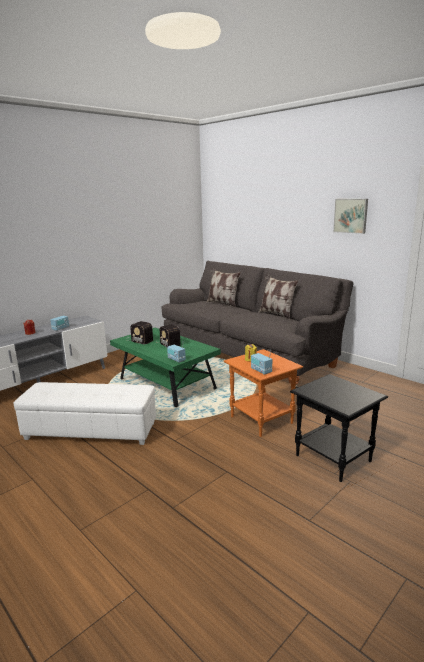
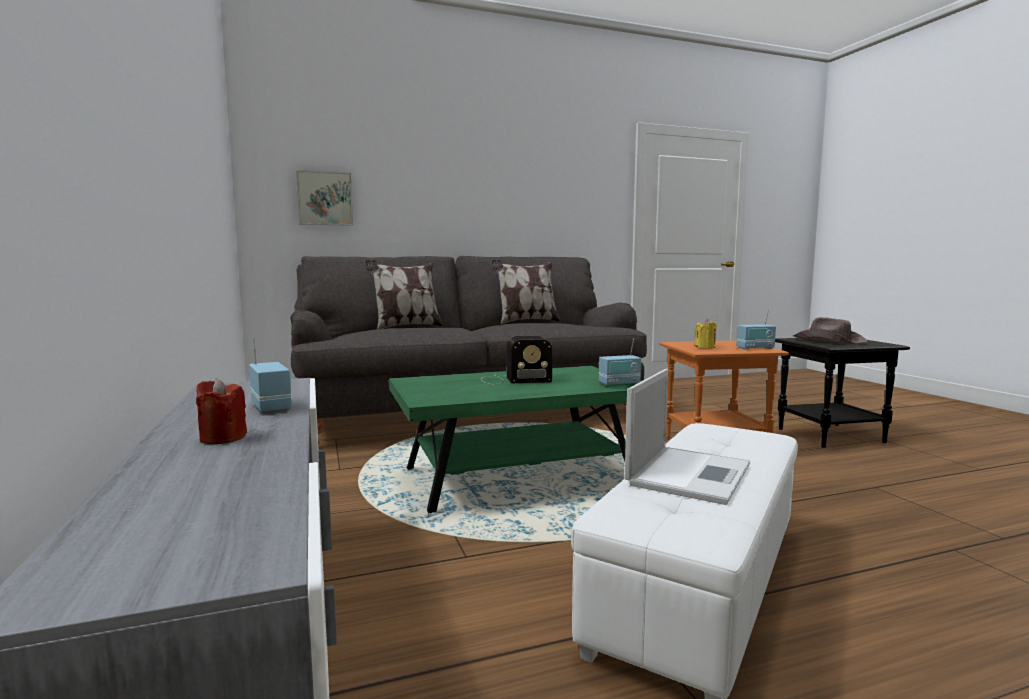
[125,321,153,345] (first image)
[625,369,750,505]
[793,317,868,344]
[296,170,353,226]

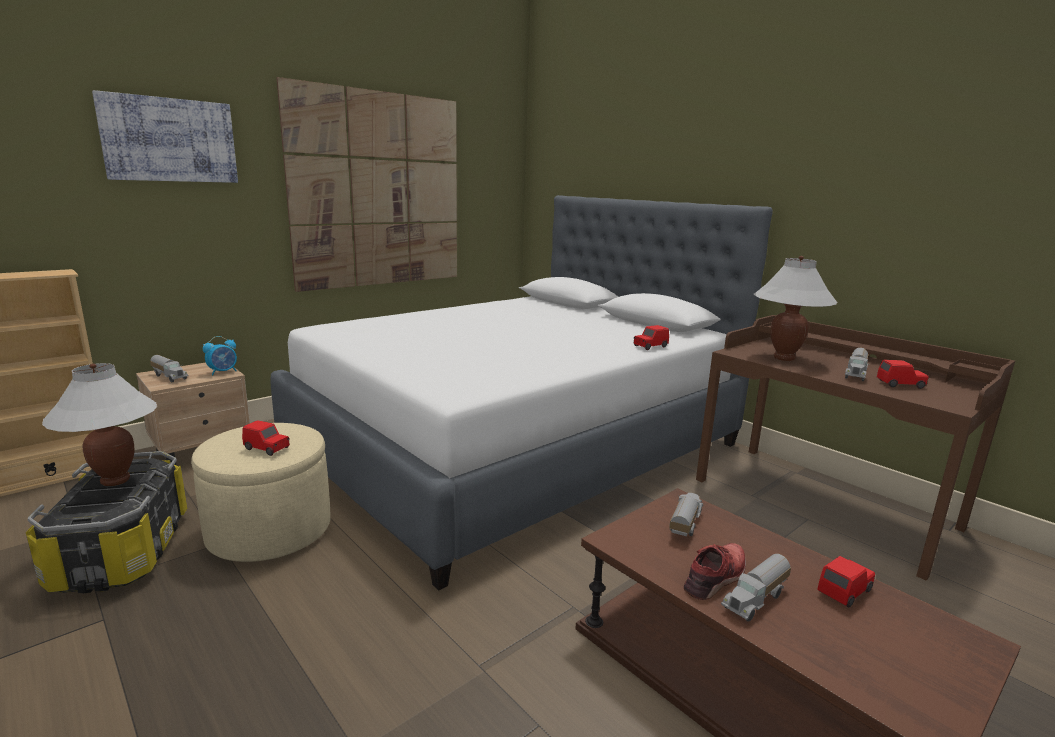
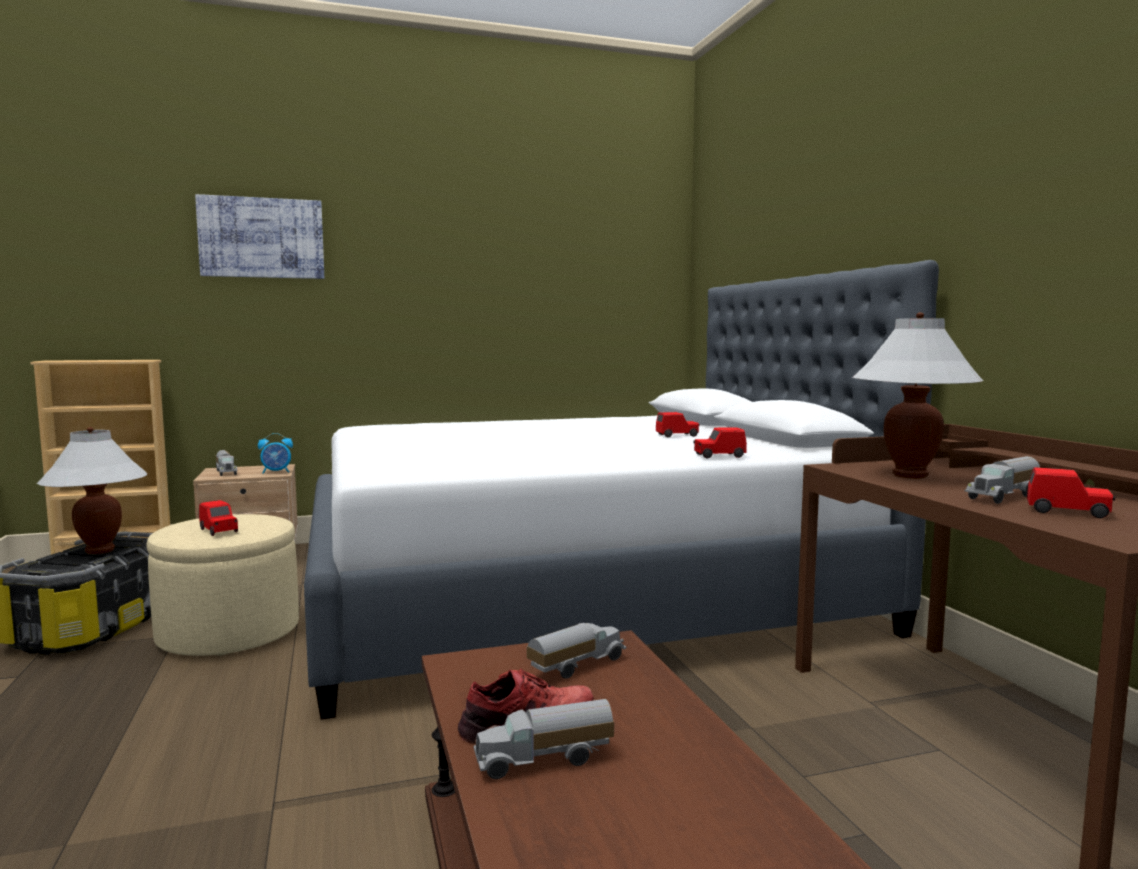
[276,77,457,292] (first image)
[656,412,700,437]

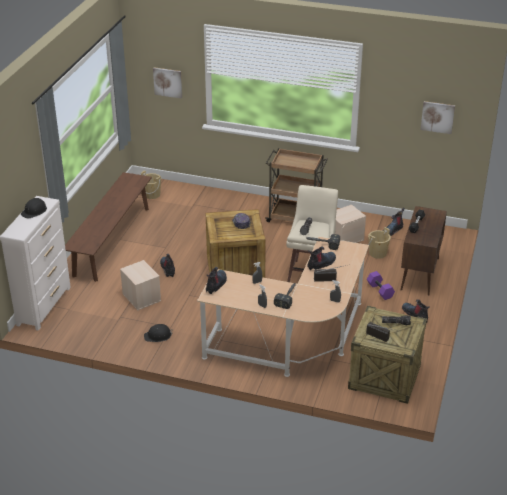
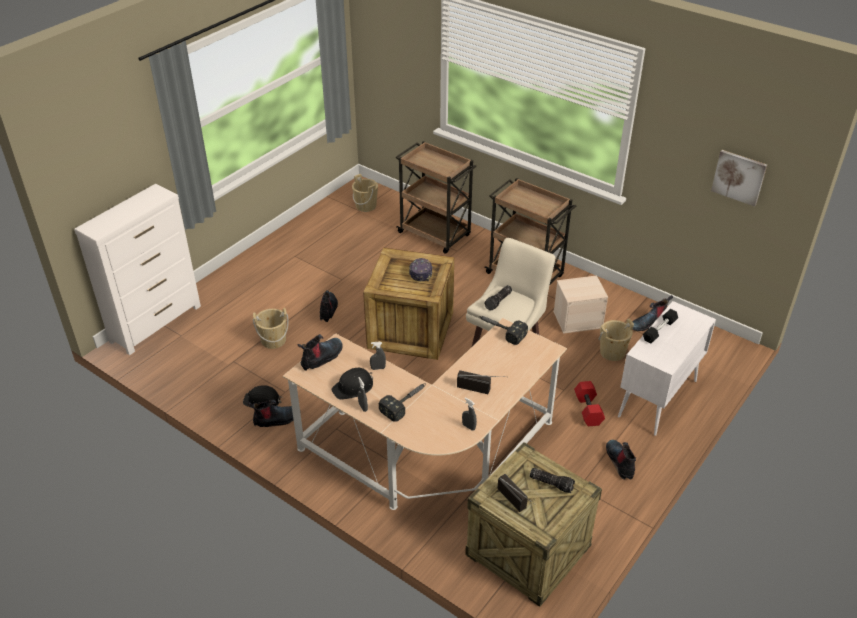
[65,172,152,282] (first image)
[153,67,182,99] (first image)
[396,141,477,254]
[331,368,373,400]
[248,400,301,427]
[253,308,289,349]
[574,381,605,426]
[618,301,716,436]

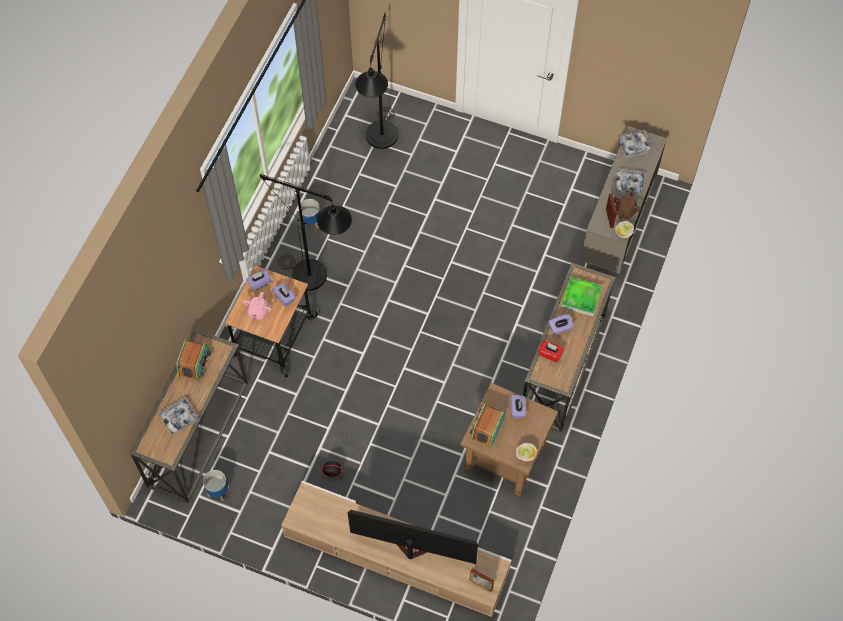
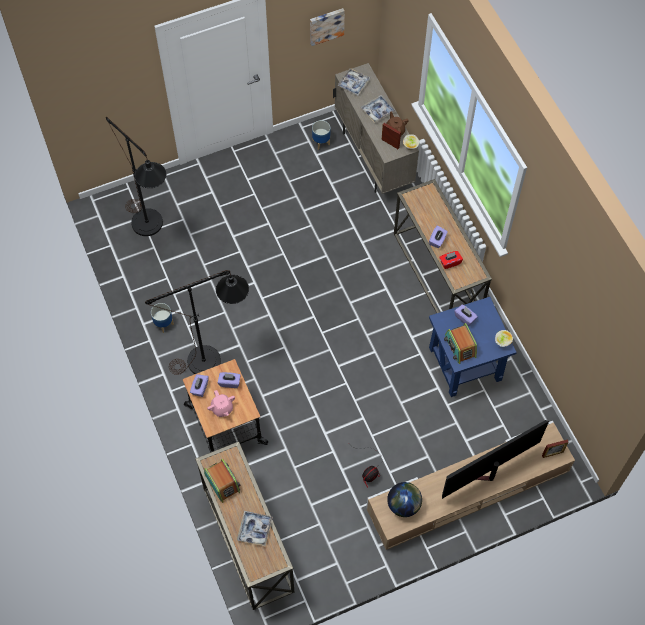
[561,277,602,316] (first image)
[310,8,345,46]
[387,482,422,517]
[312,120,330,150]
[429,297,517,397]

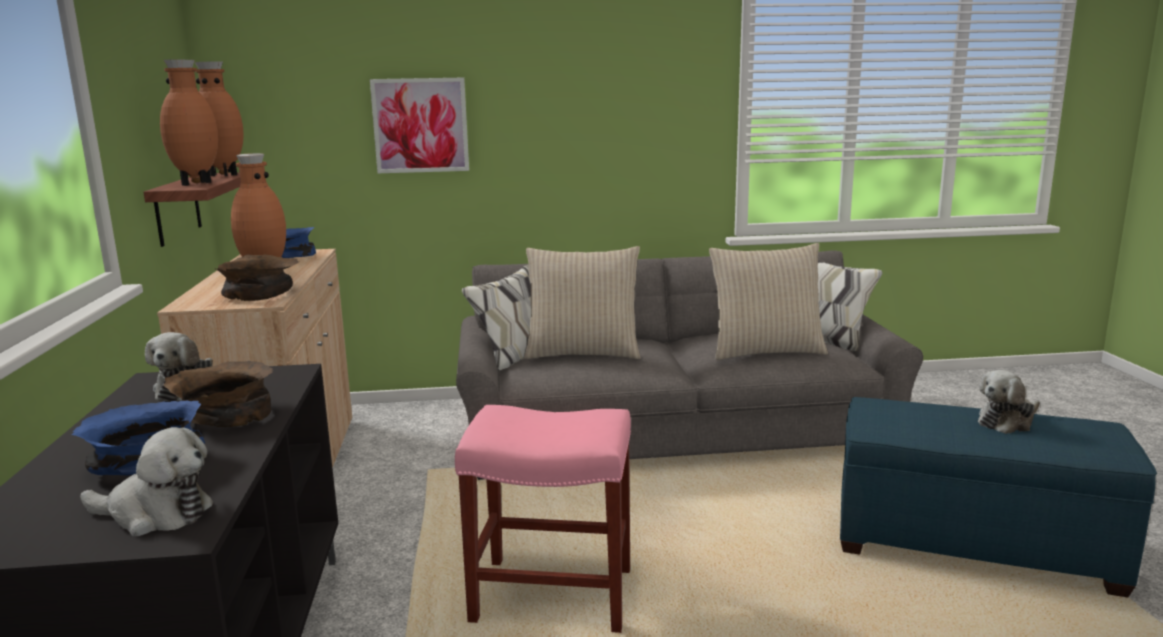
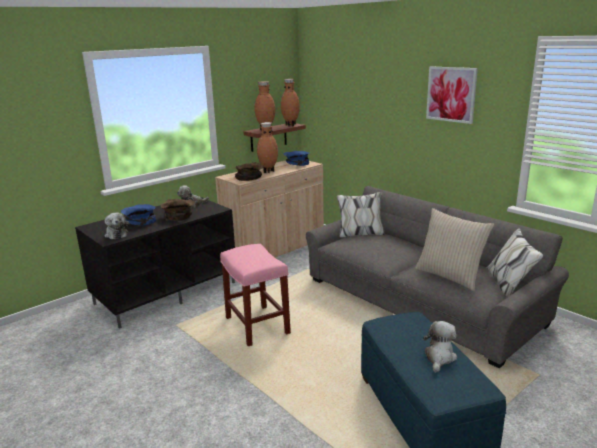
[524,246,640,359] (first image)
[426,66,478,124]
[423,321,457,373]

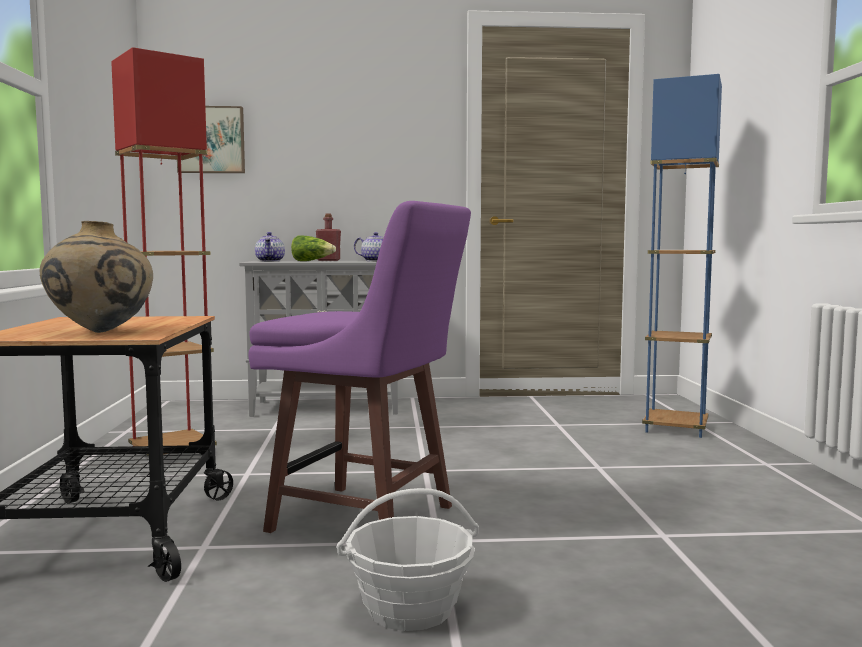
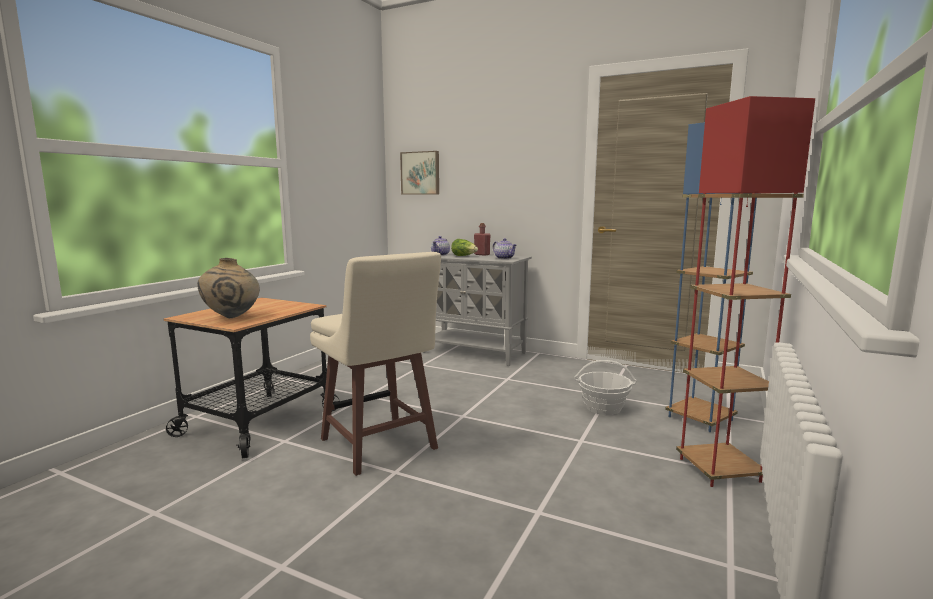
[676,96,815,487]
[574,360,637,415]
[310,252,441,476]

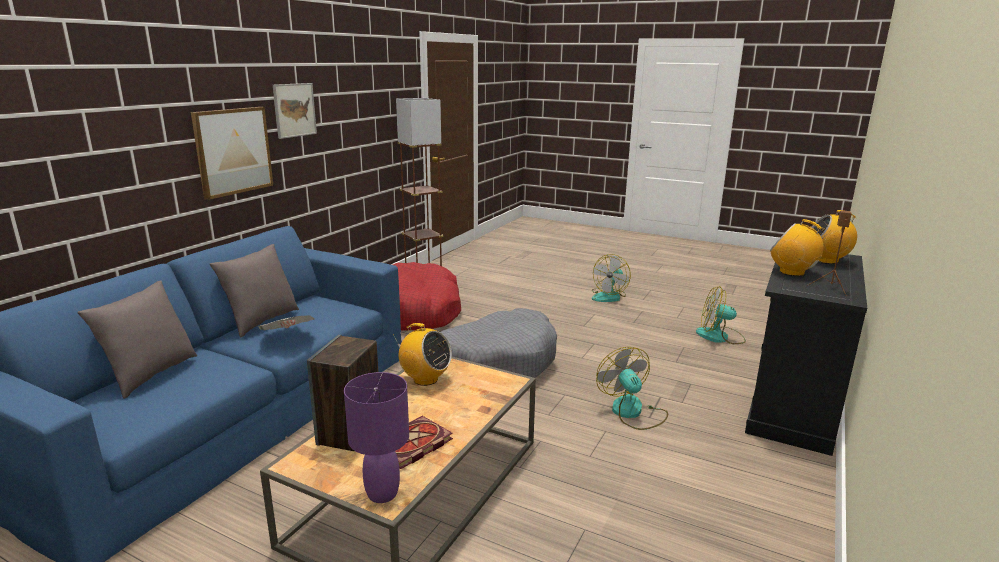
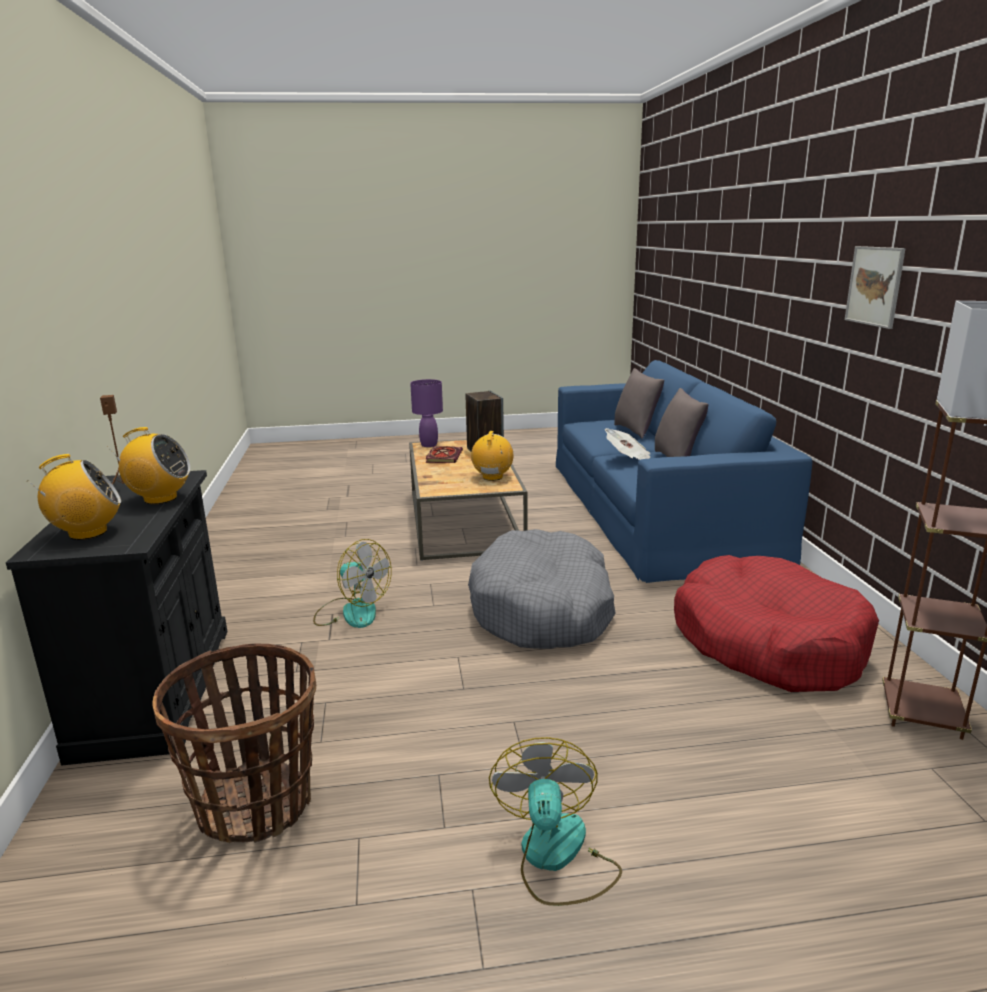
[191,107,273,200] (first image)
[152,643,316,843]
[471,431,513,481]

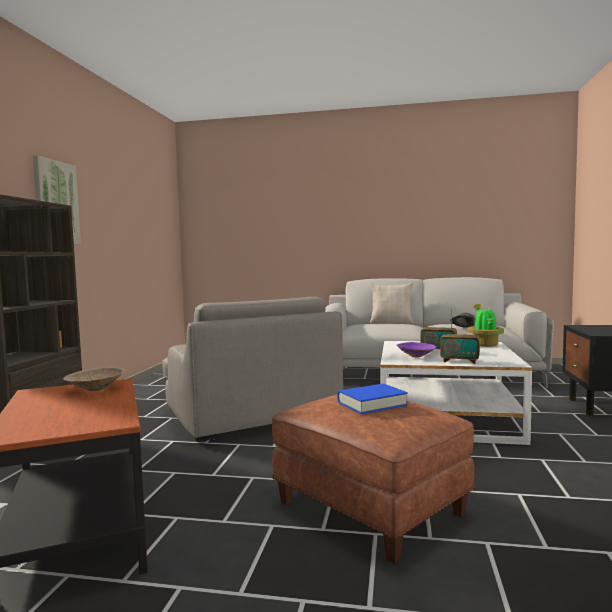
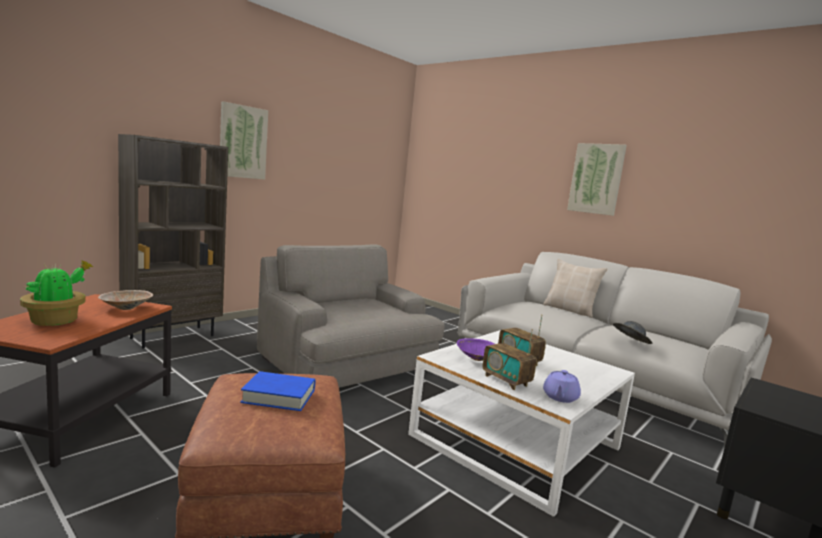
[543,370,581,403]
[567,143,627,216]
[20,260,93,326]
[257,244,445,388]

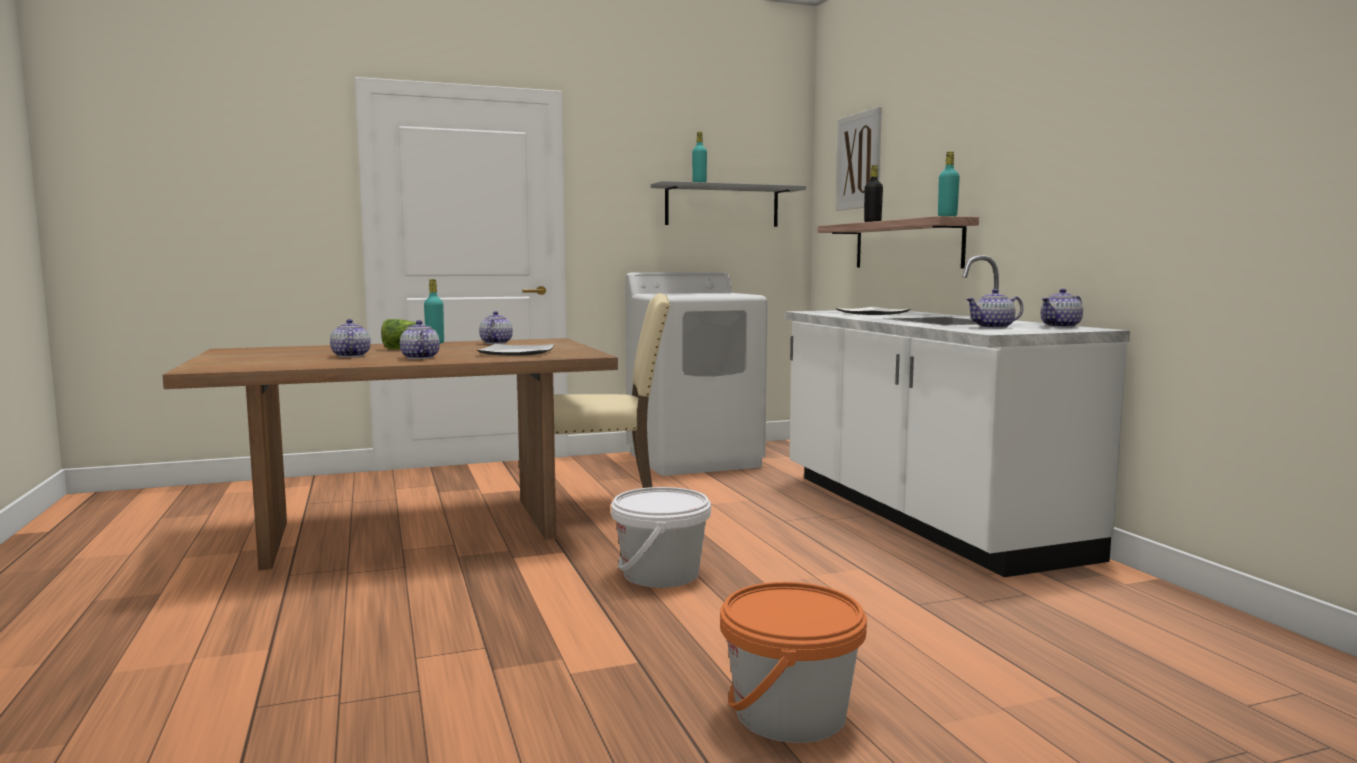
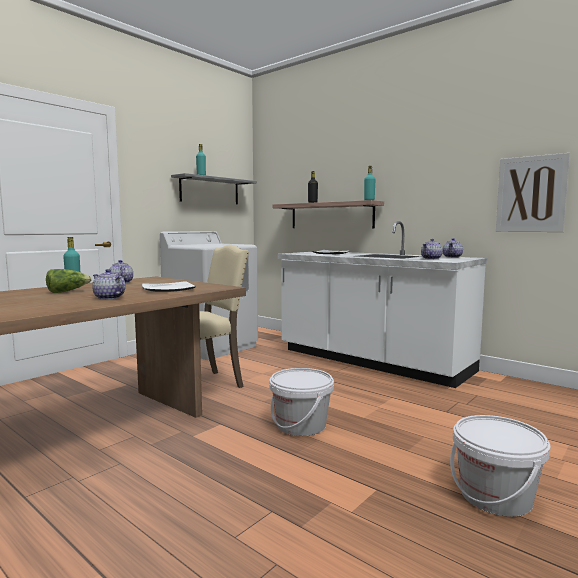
[330,319,371,357] (first image)
[496,153,570,232]
[450,415,551,517]

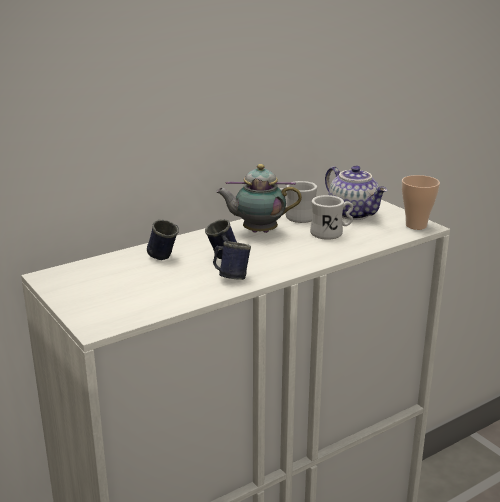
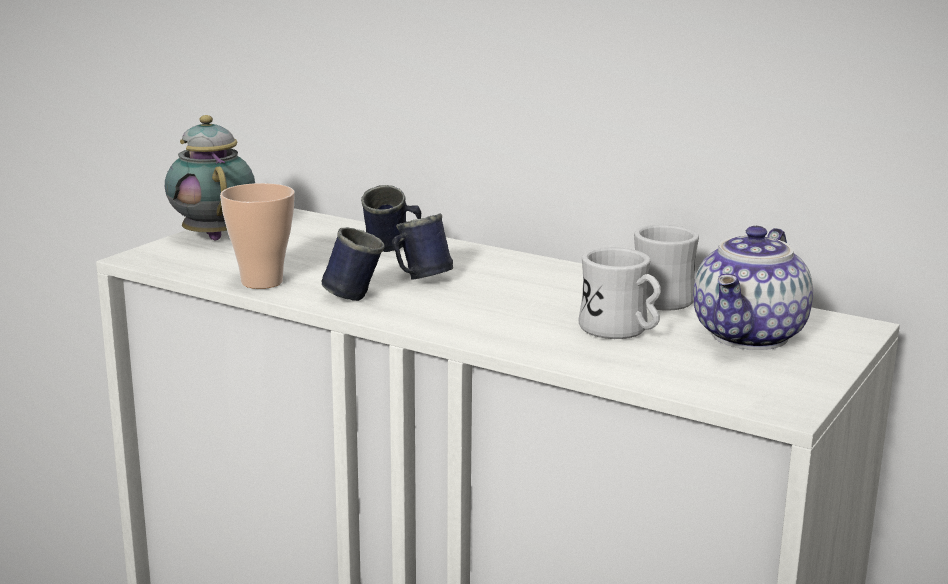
[165,115,255,240]
[220,183,295,289]

